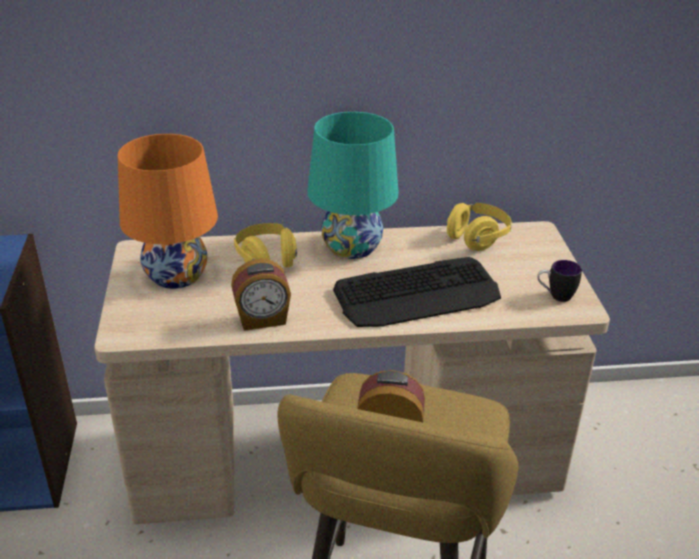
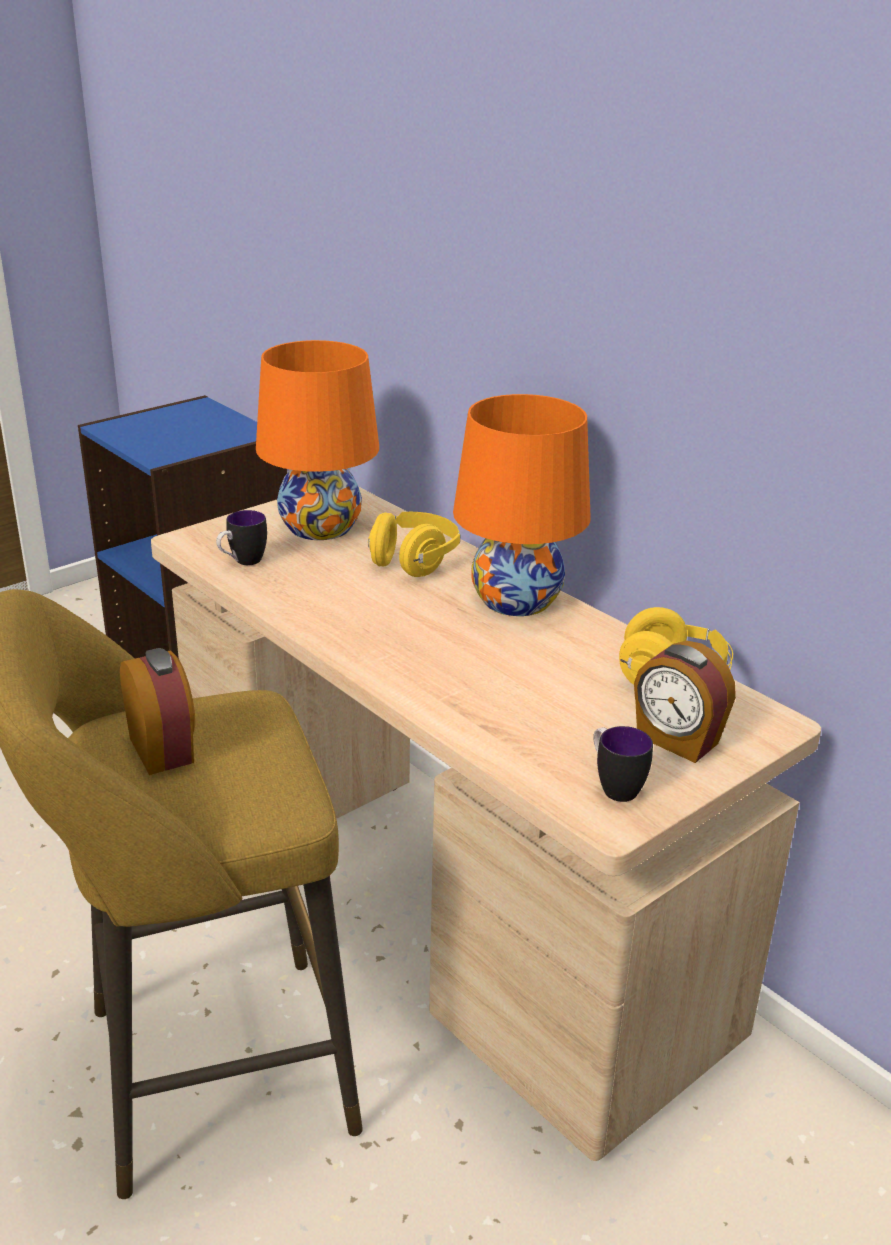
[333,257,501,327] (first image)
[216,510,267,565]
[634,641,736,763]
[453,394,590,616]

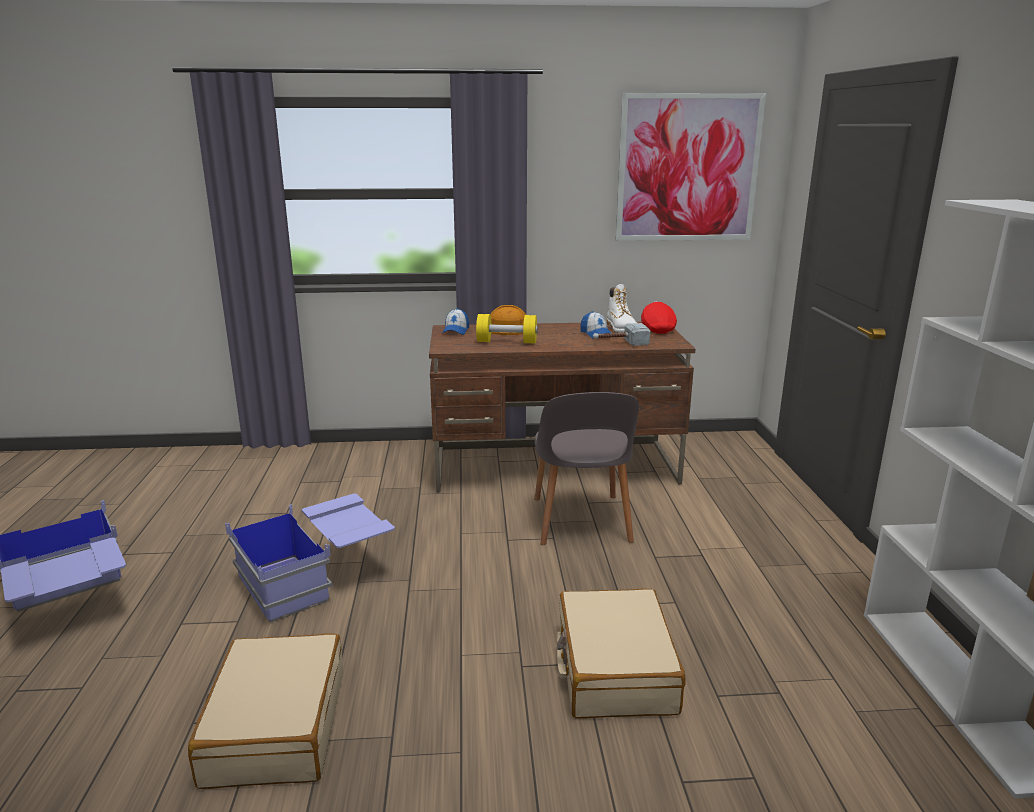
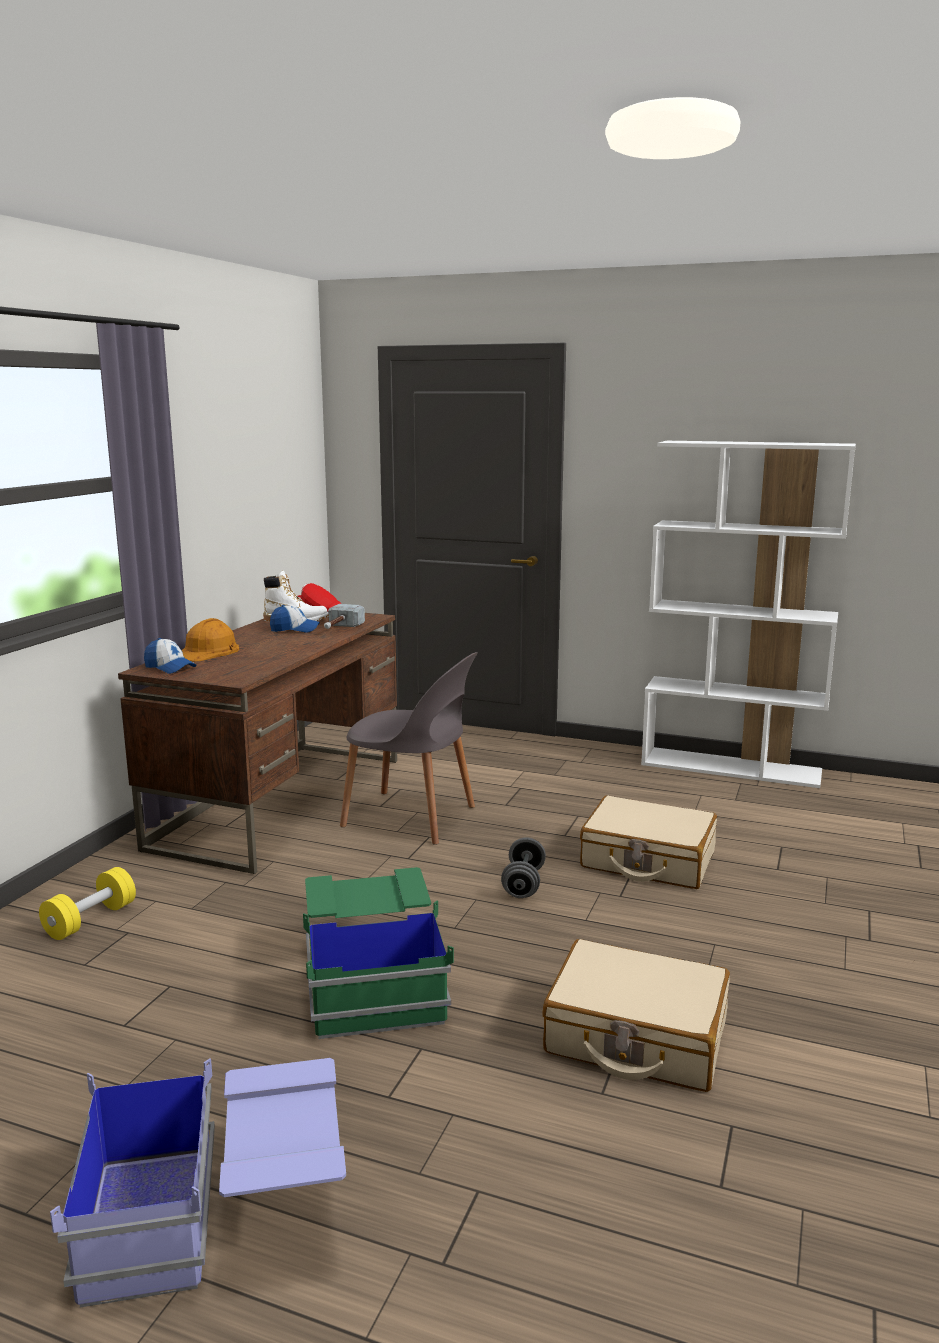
[616,93,766,241] (first image)
[501,838,546,898]
[39,867,136,940]
[303,867,454,1039]

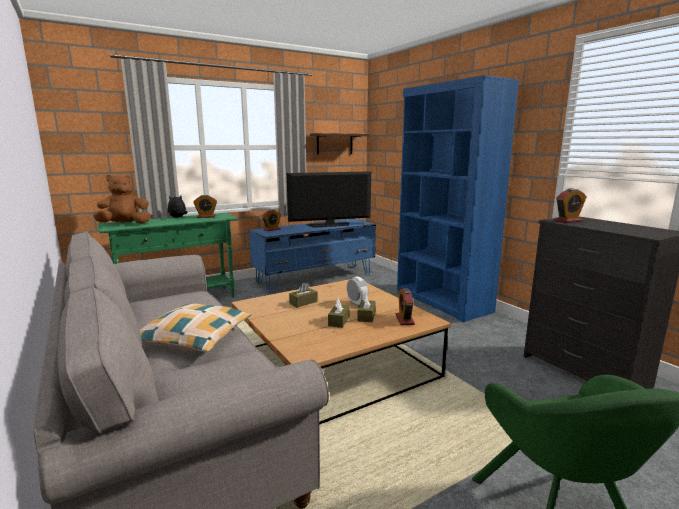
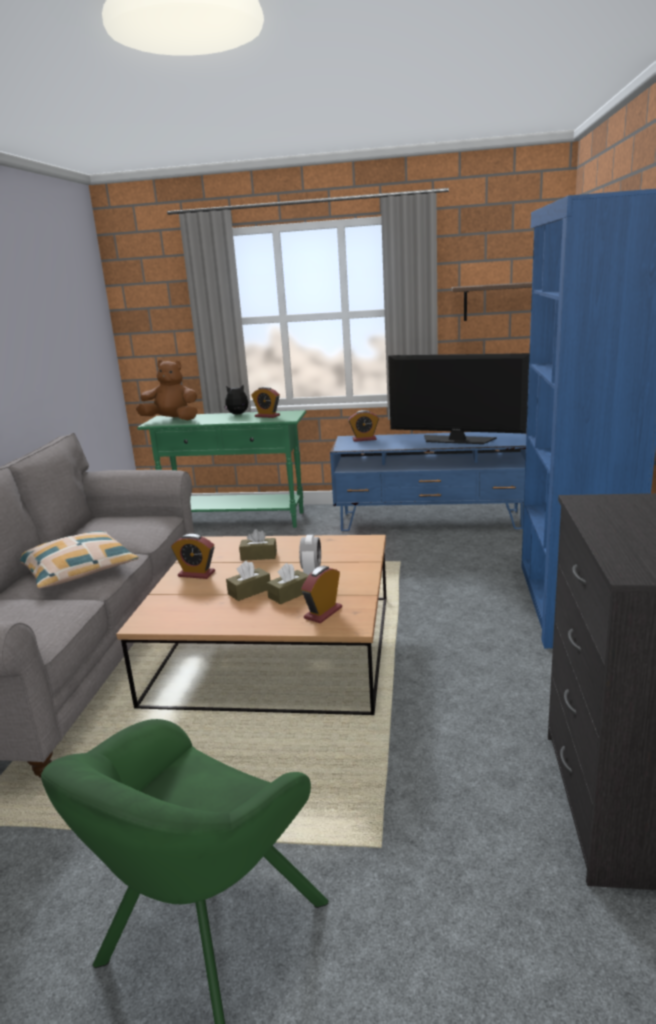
[171,534,215,579]

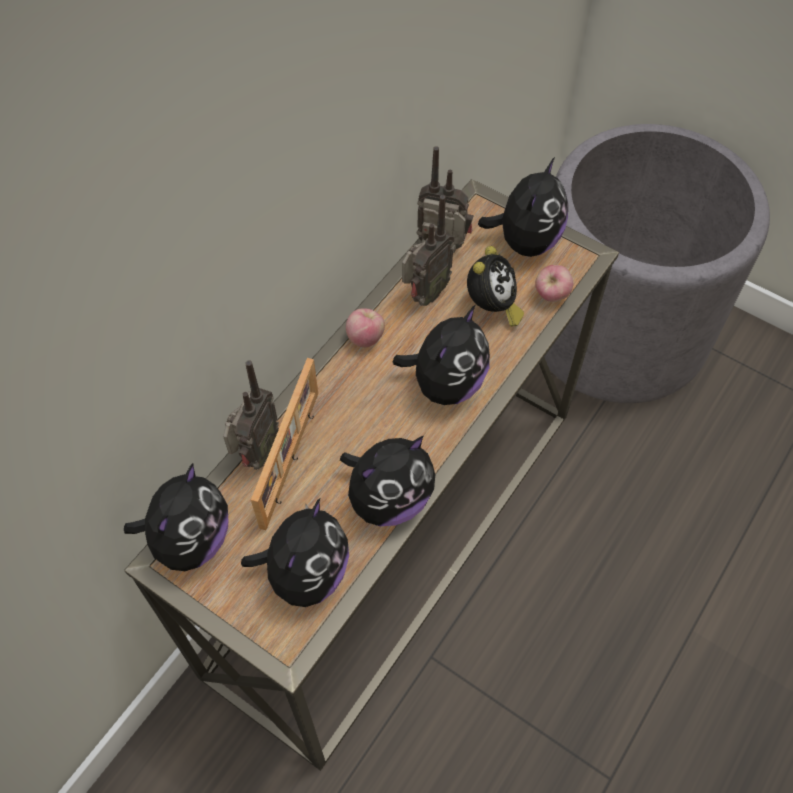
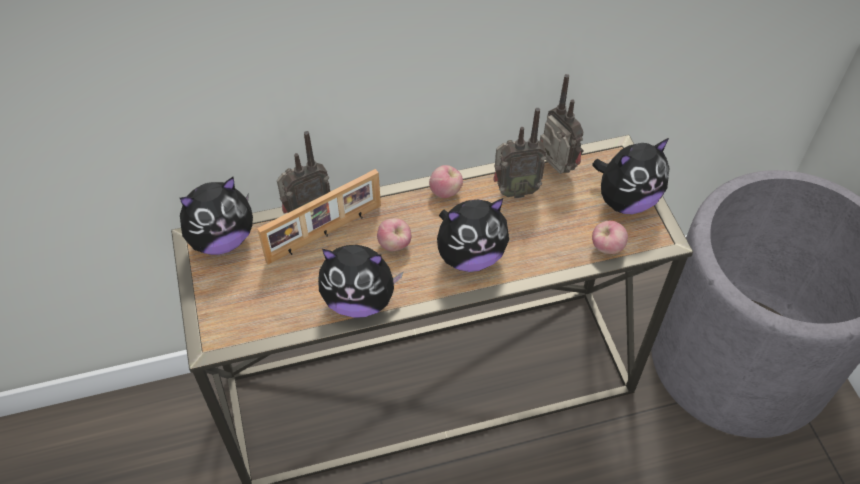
[241,499,349,607] (first image)
[467,246,524,327] (first image)
[377,218,411,251]

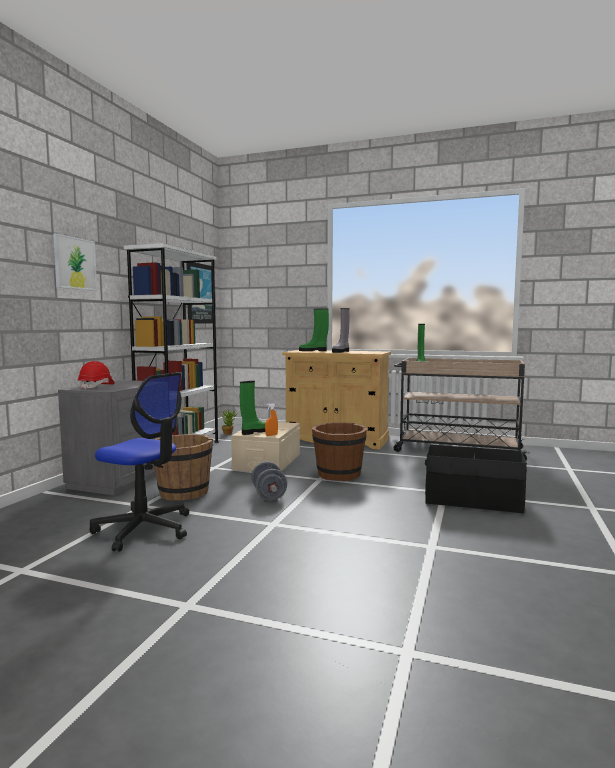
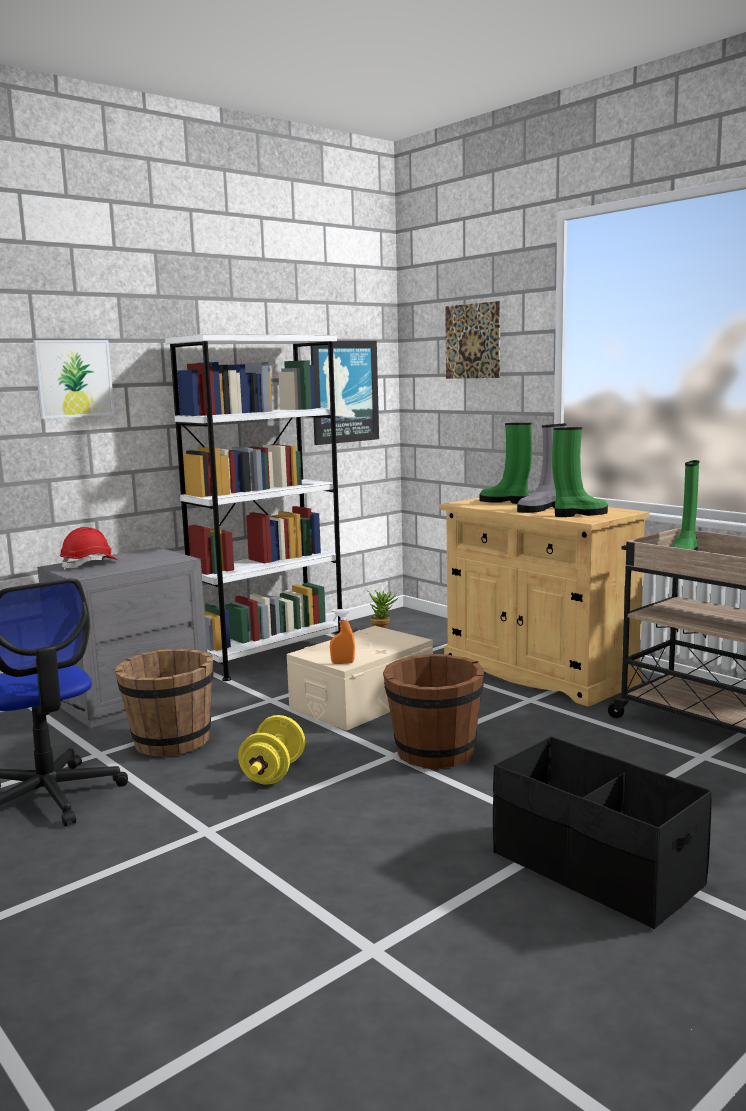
[445,301,500,379]
[552,427,608,517]
[238,715,305,785]

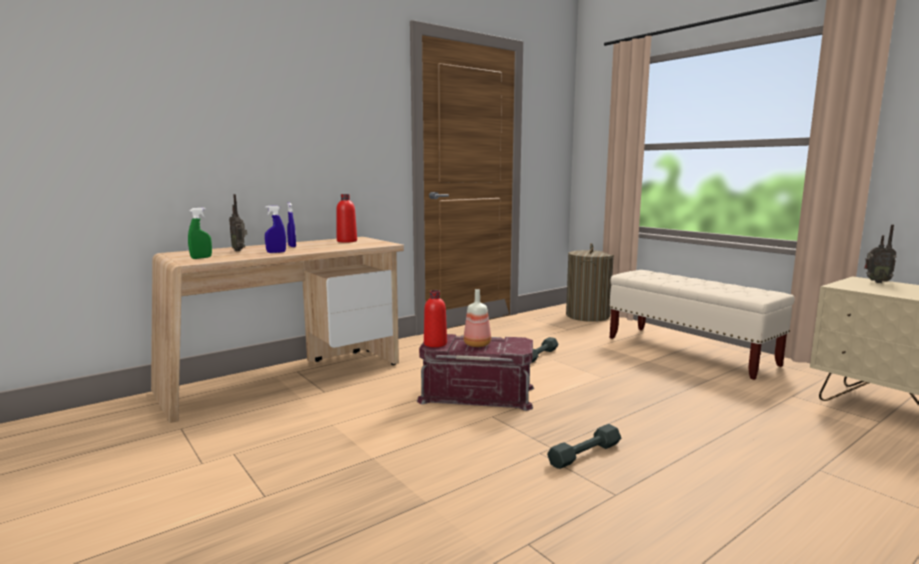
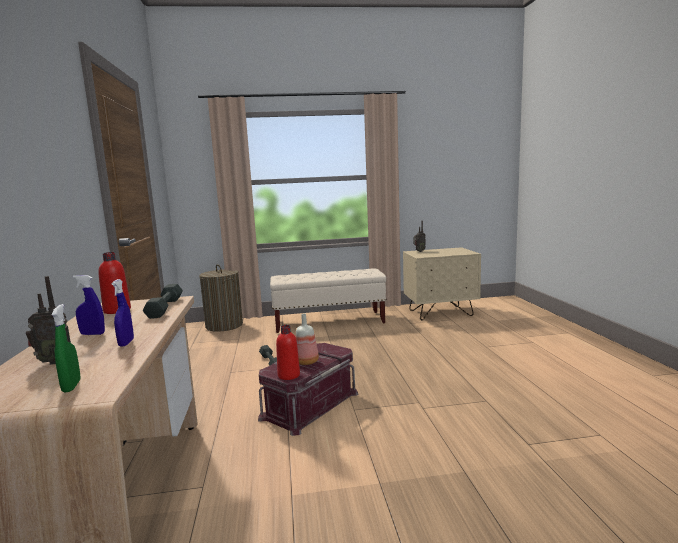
[143,284,183,319]

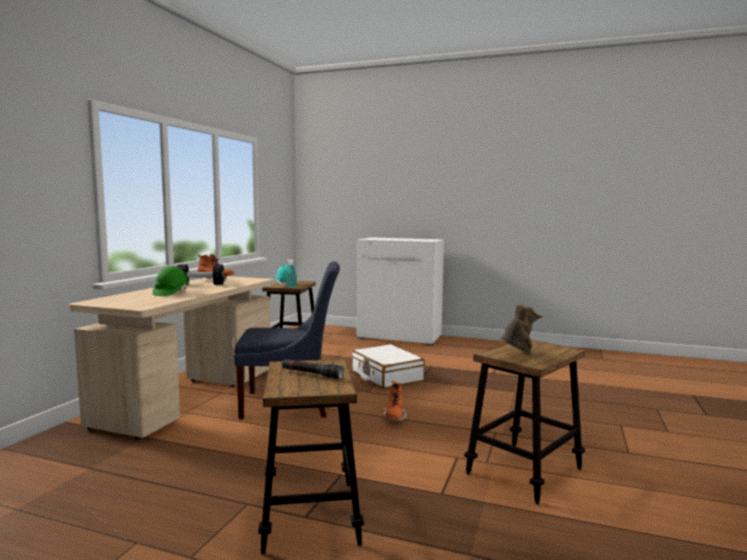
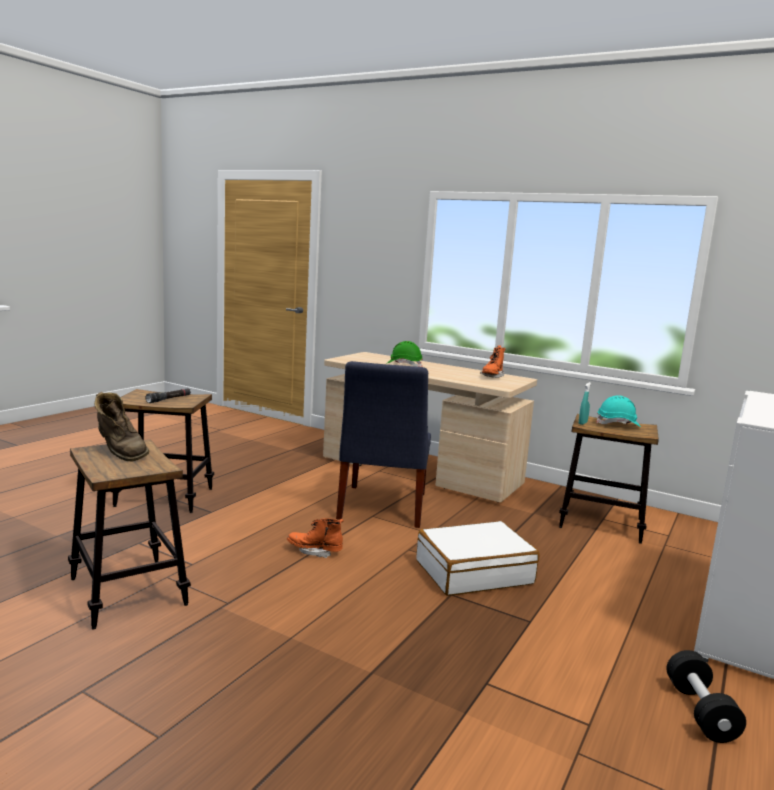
[666,650,746,743]

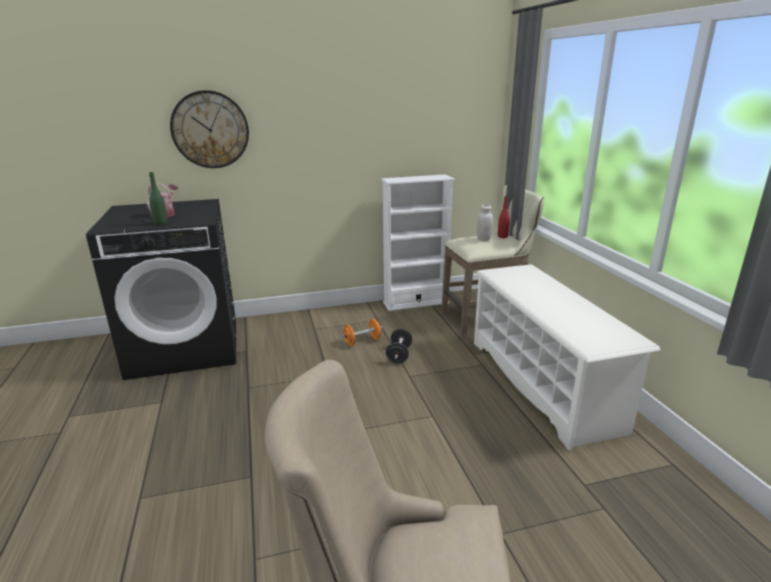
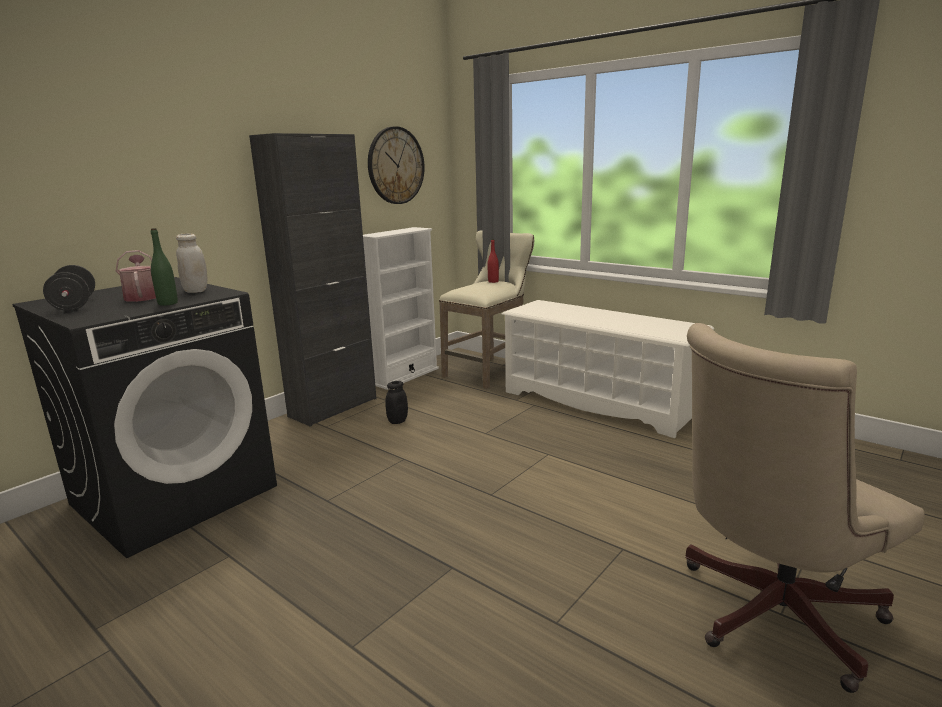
[249,133,377,427]
[368,126,425,204]
[43,265,95,311]
[176,233,207,293]
[385,381,408,424]

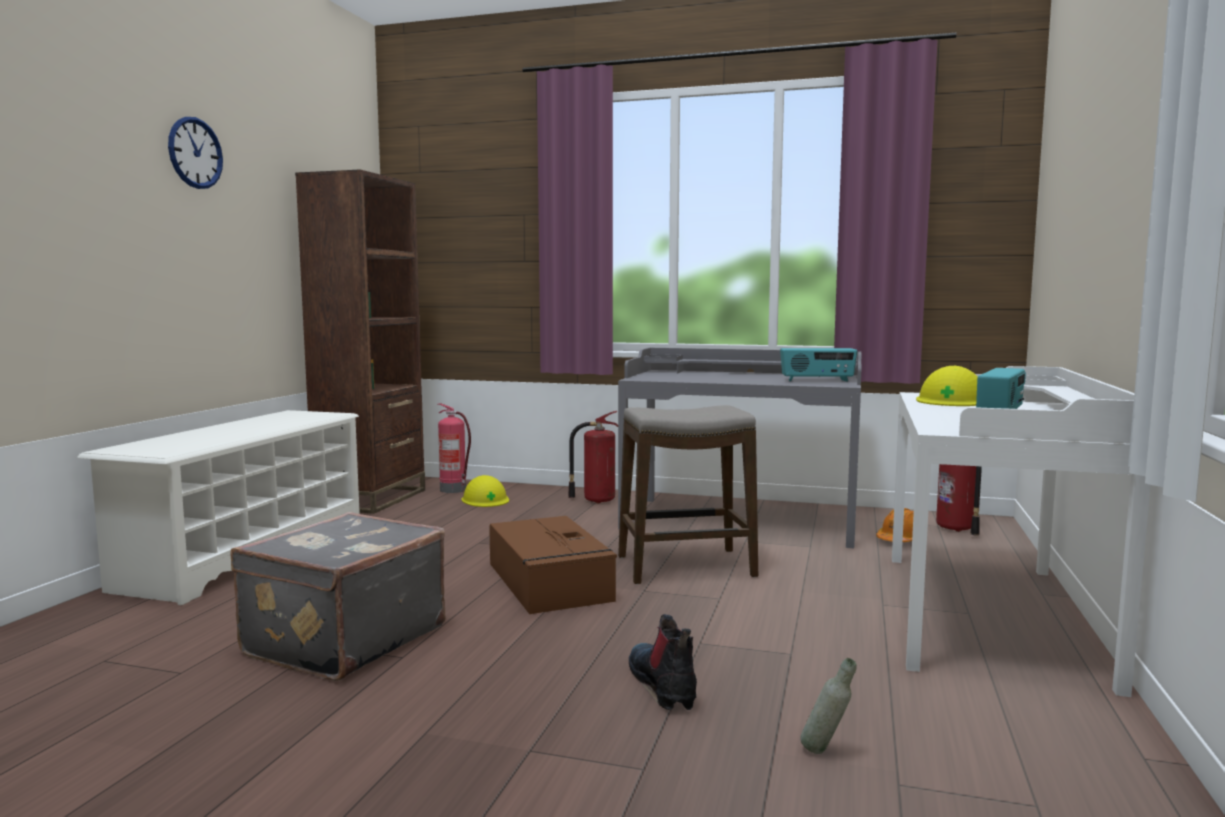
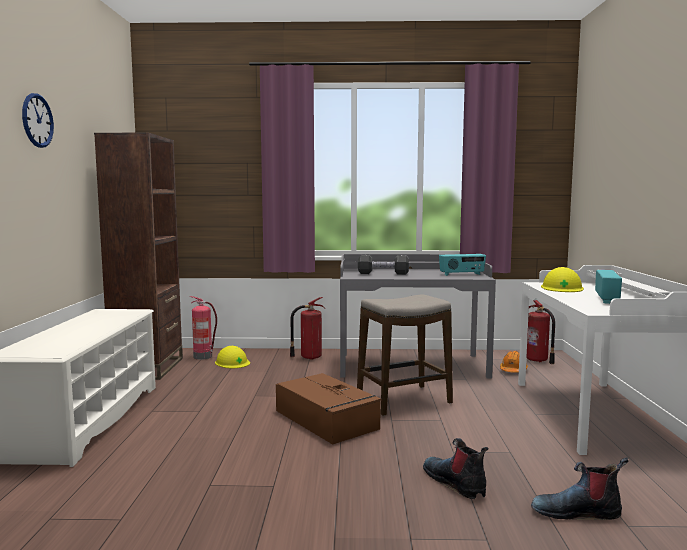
[230,512,445,681] (first image)
[358,255,409,275]
[531,457,628,520]

